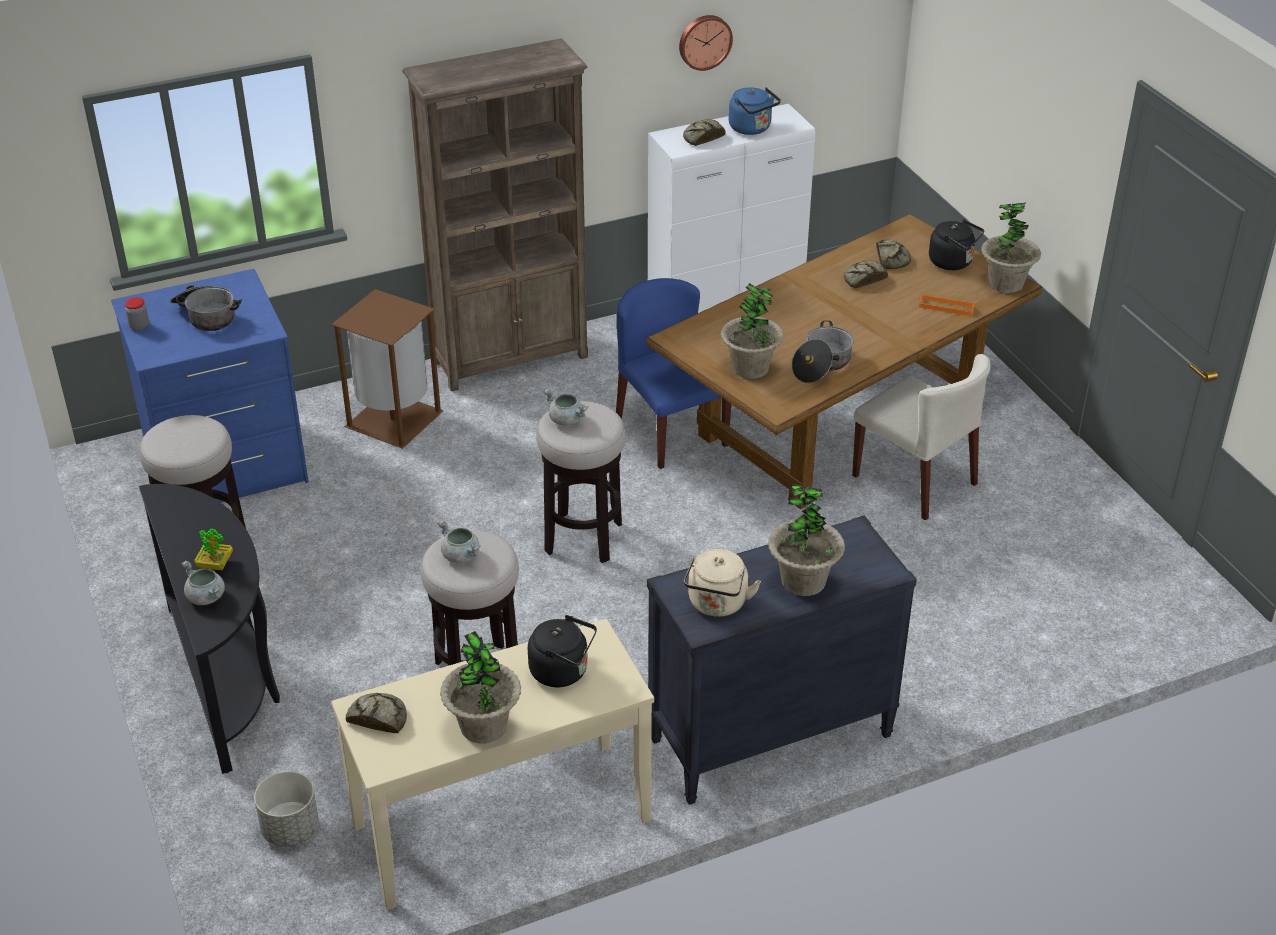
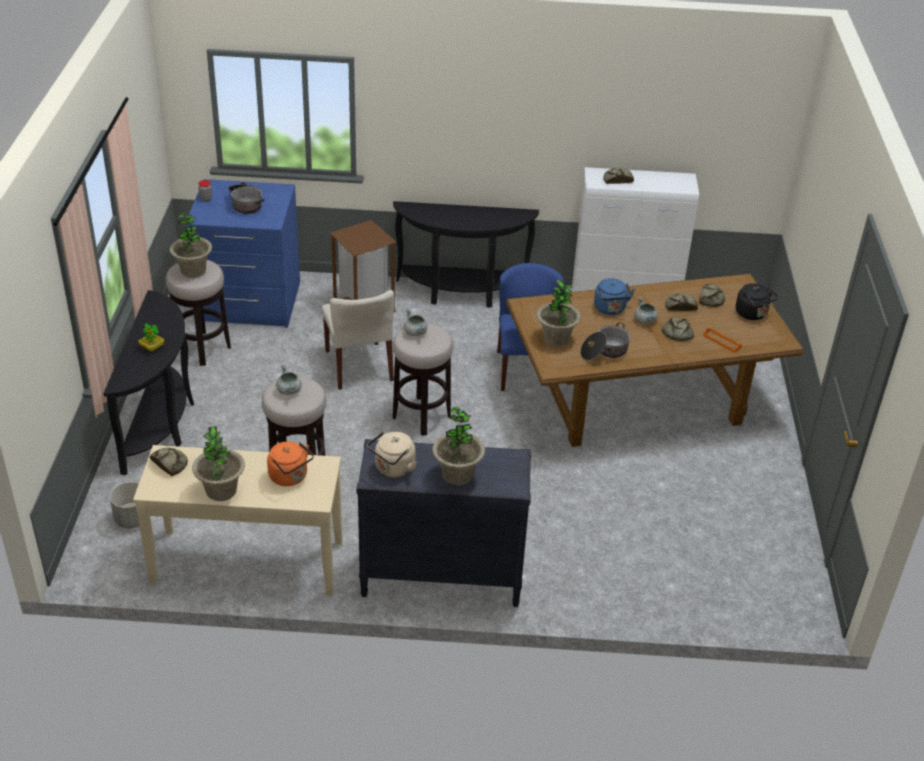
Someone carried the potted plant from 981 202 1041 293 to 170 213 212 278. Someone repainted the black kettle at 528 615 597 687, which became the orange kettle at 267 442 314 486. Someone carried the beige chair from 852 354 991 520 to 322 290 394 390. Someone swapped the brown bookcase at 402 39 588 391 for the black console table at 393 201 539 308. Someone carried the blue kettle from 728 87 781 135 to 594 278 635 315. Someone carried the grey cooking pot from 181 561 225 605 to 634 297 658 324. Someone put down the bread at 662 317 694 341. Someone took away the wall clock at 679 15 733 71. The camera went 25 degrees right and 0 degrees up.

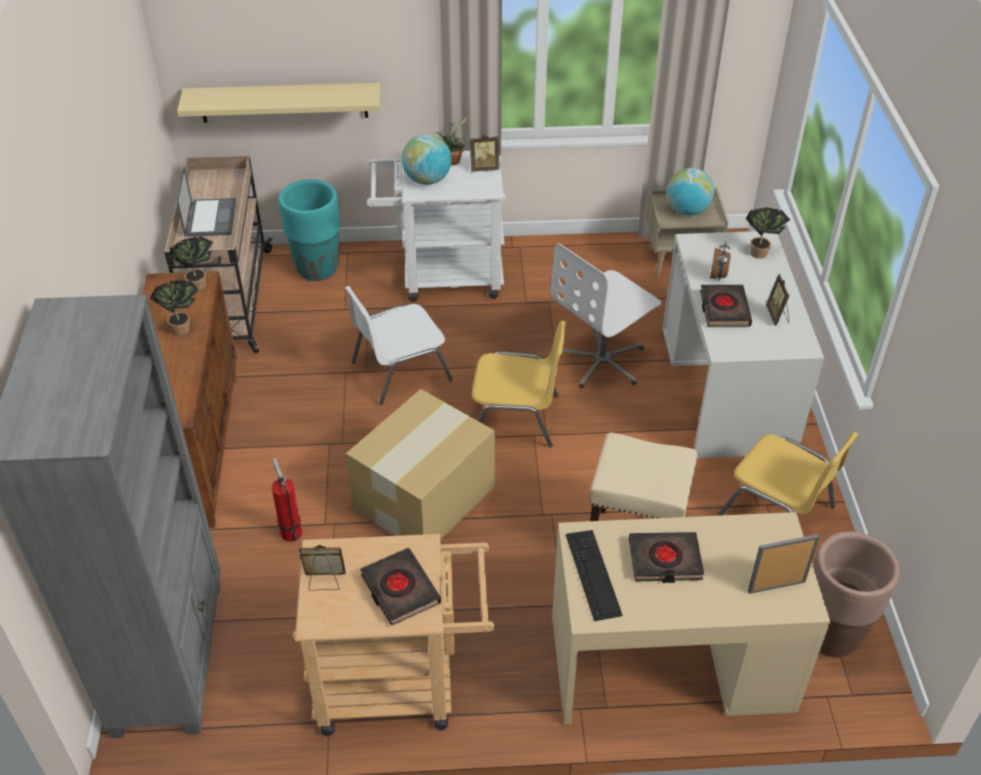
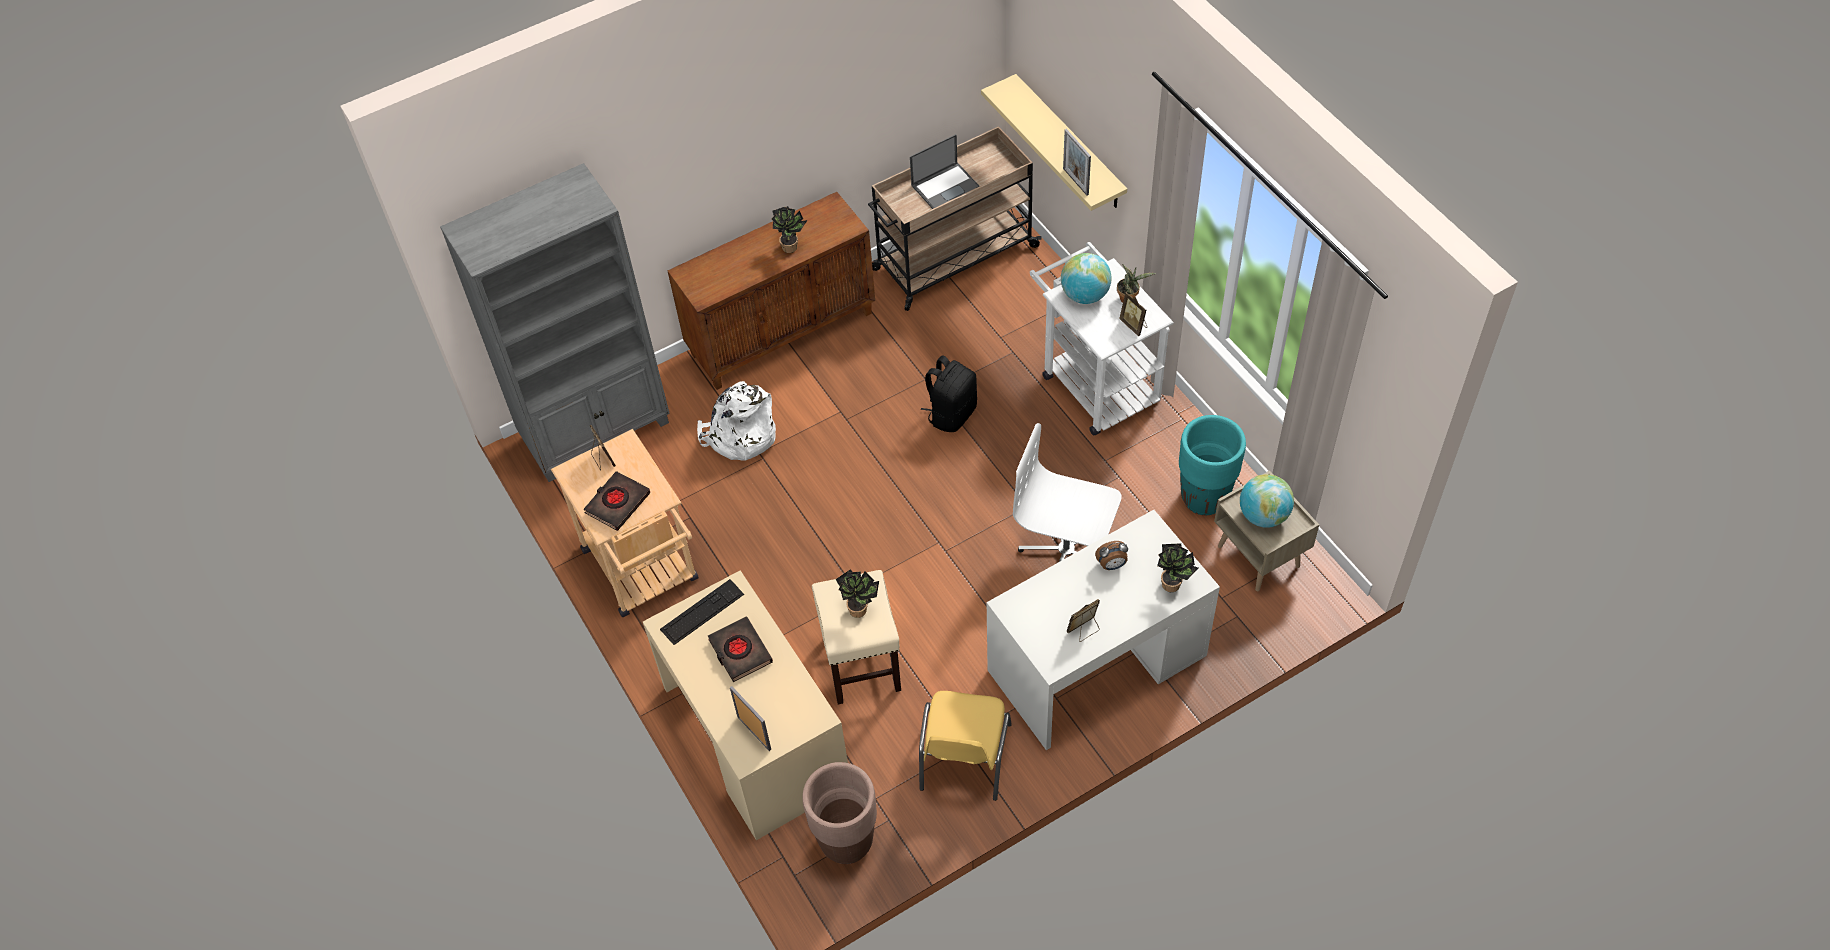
Someone swapped the fire extinguisher at 272 458 302 542 for the white backpack at 697 381 776 461. Someone carried the potted plant from 170 236 213 291 to 836 569 879 618. Someone swapped the white chair at 345 286 453 405 for the black backpack at 921 355 977 432. Someone put down the picture frame at 1063 129 1091 196. Someone carried the turquoise planter from 279 179 340 281 to 1179 415 1246 515. Someone took away the cardboard box at 346 389 495 540. Someone took away the yellow chair at 472 321 566 448. Someone took away the black book at 700 285 752 326. The camera went 65 degrees right and 10 degrees up.

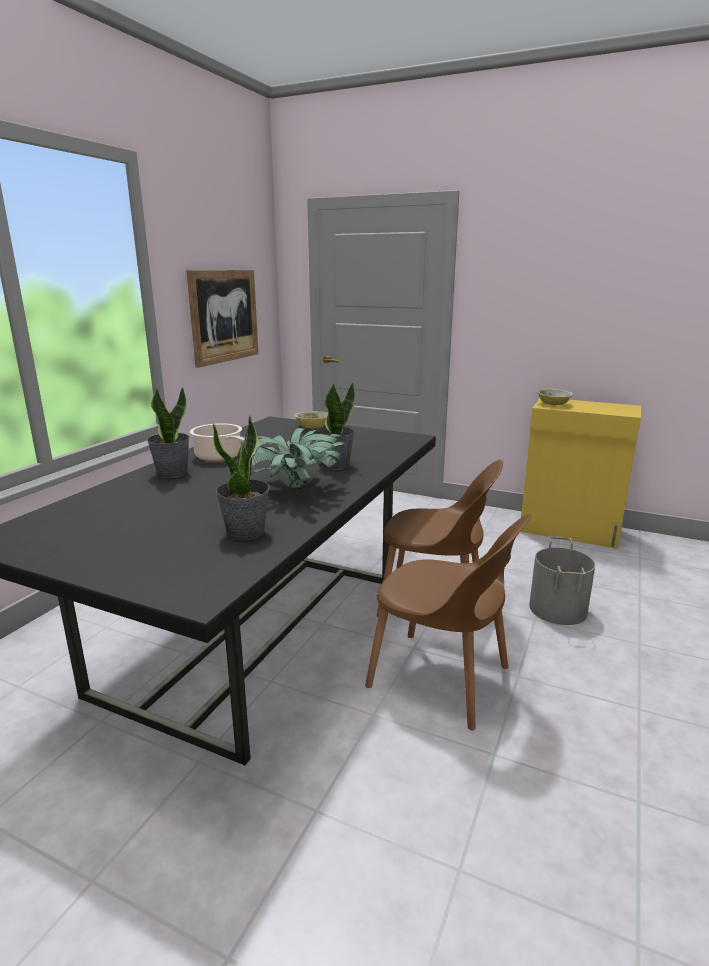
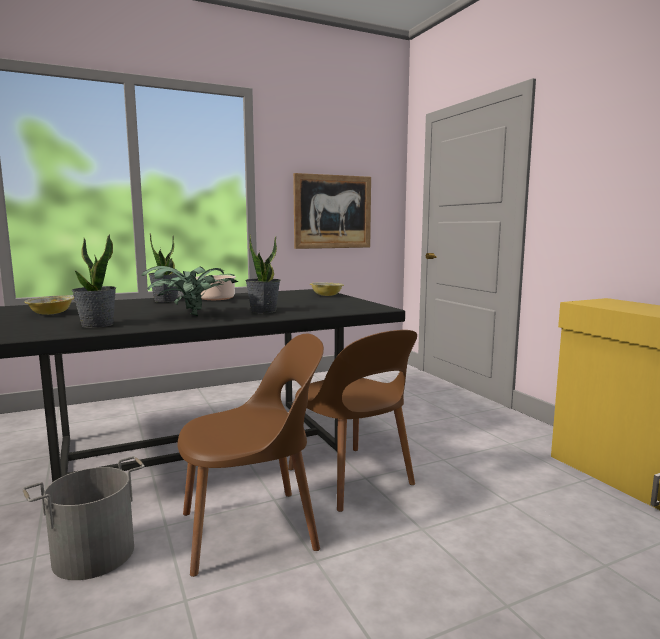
Someone carried the grey bucket from 529 536 595 625 to 22 456 145 580. Someone carried the bowl from 537 389 573 405 to 24 295 74 315. Someone rotated the brown chair at 365 514 532 730 by 90 degrees counterclockwise. The camera went 40 degrees right and 10 degrees down.

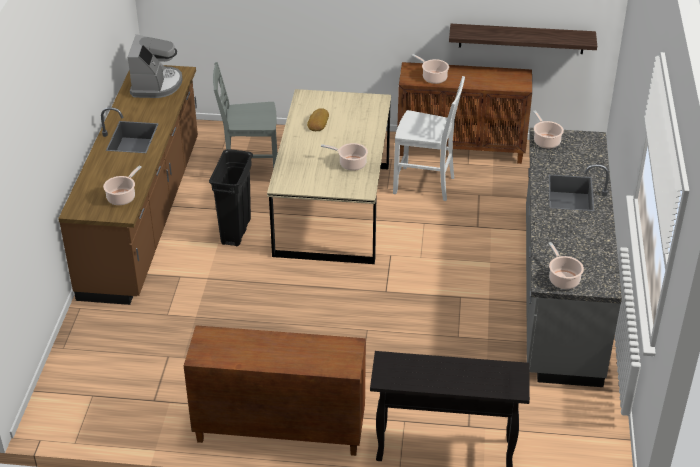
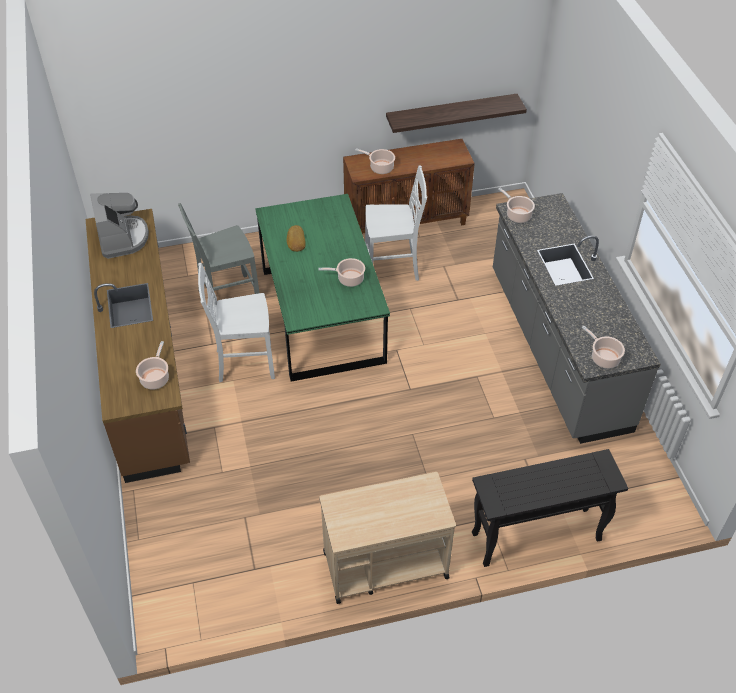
Someone swapped the black trash can at 209 149 253 246 for the white chair at 198 263 275 382. Someone repainted the beige dining table at 267 89 391 264, which became the green dining table at 255 194 390 382. Someone swapped the brown cabinet at 184 325 366 456 for the beige cart at 319 472 456 604. The camera went 20 degrees left and 10 degrees up.

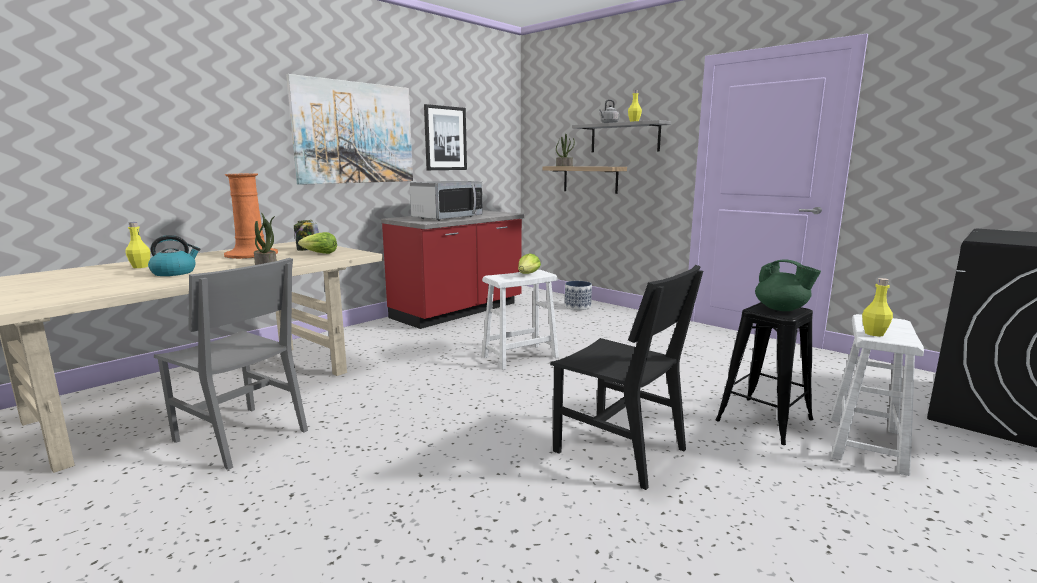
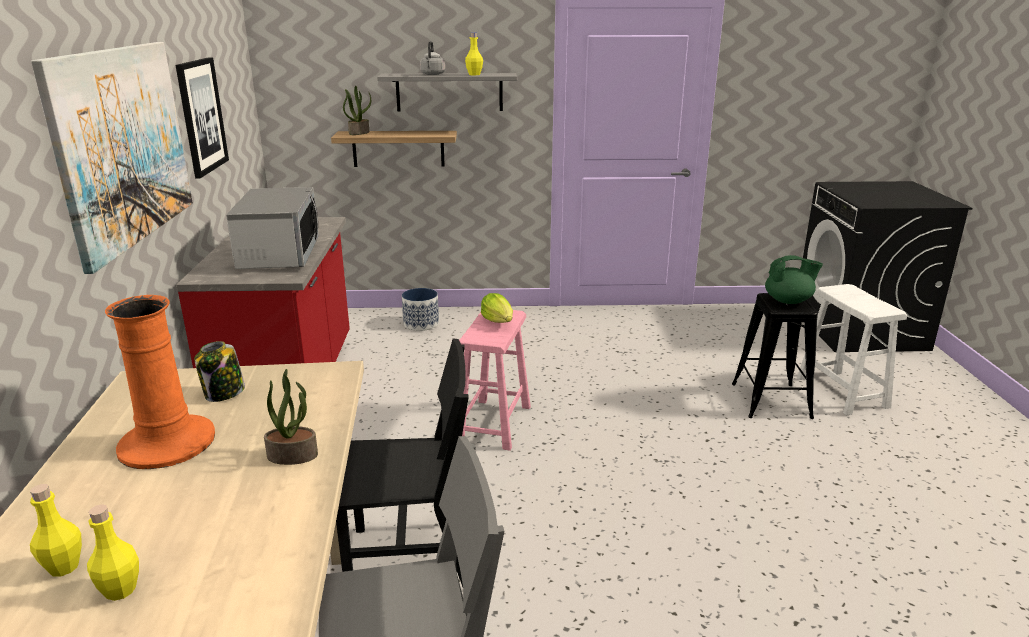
Someone carried the yellow bottle from 862 278 893 337 to 87 504 139 601. Someone carried the black chair from 550 265 703 490 to 336 339 469 587. Someone repainted the white stool at 482 270 559 370, which became the pink stool at 459 310 531 451. Someone took away the kettle at 148 235 200 276. Someone took away the lettuce at 298 232 337 254. The camera went 45 degrees left and 10 degrees up.

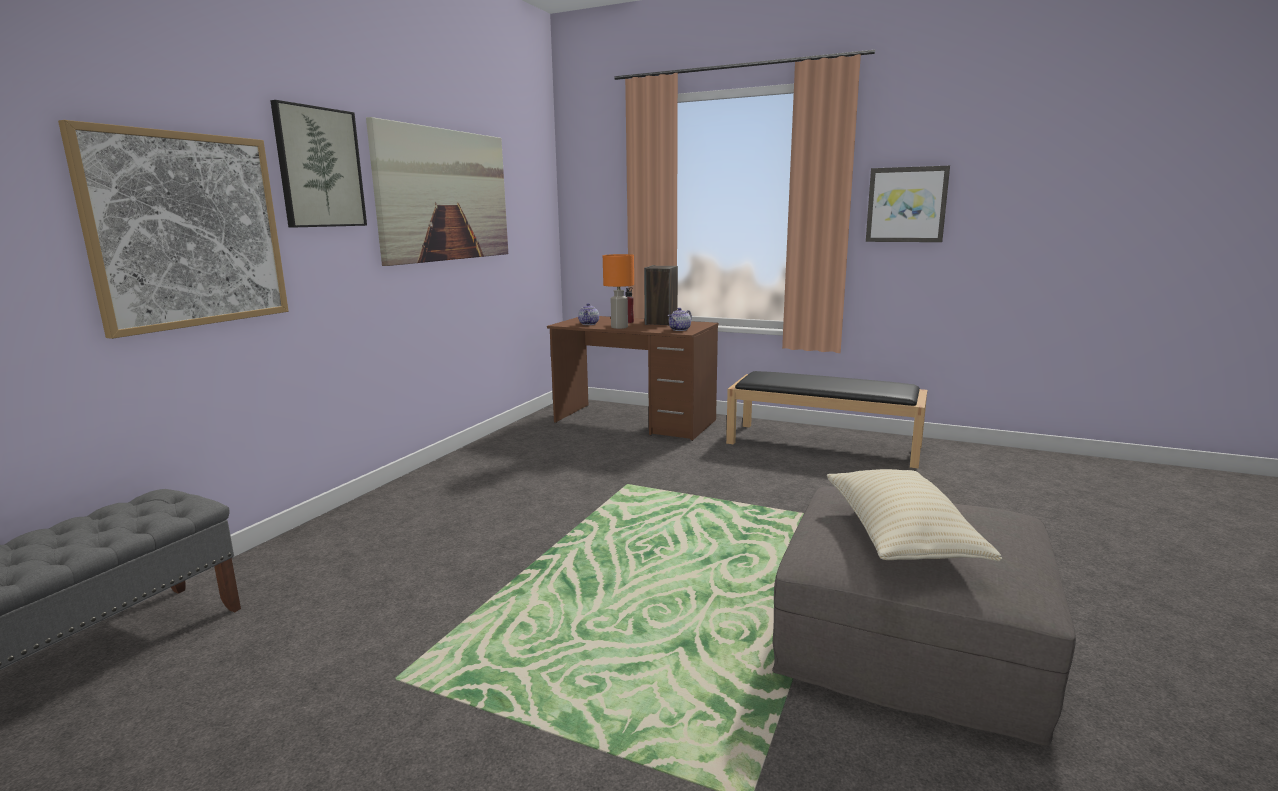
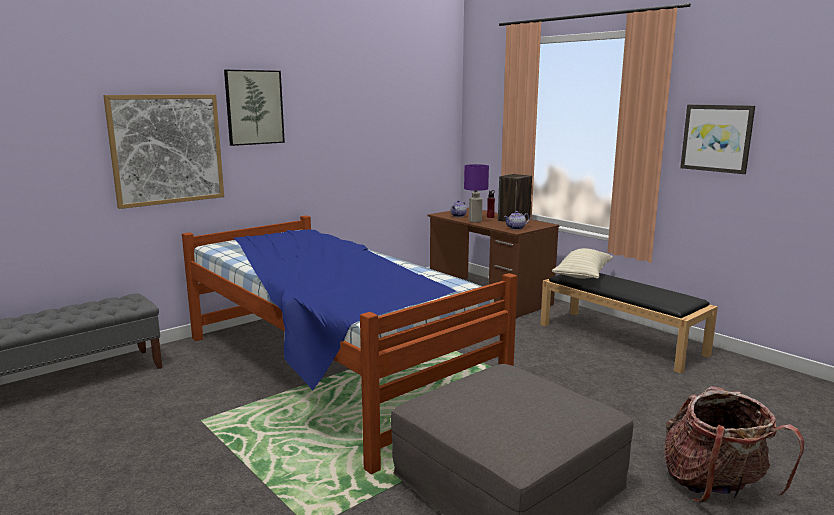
Someone put down the bed at 182 215 518 474. Someone repainted the orange table lamp at 603 254 634 329, which became the purple table lamp at 464 164 489 223. Someone carried the beige pillow from 827 469 1002 562 to 552 248 613 279. Someone put down the backpack at 664 386 804 503. Someone took away the picture at 366 117 508 266. The camera went 25 degrees right and 0 degrees up.

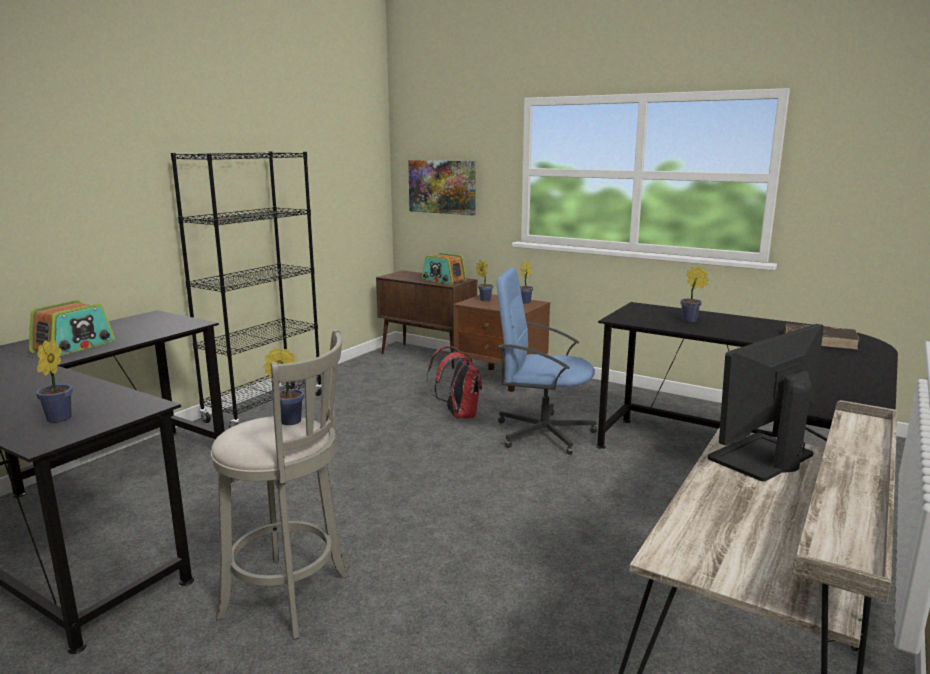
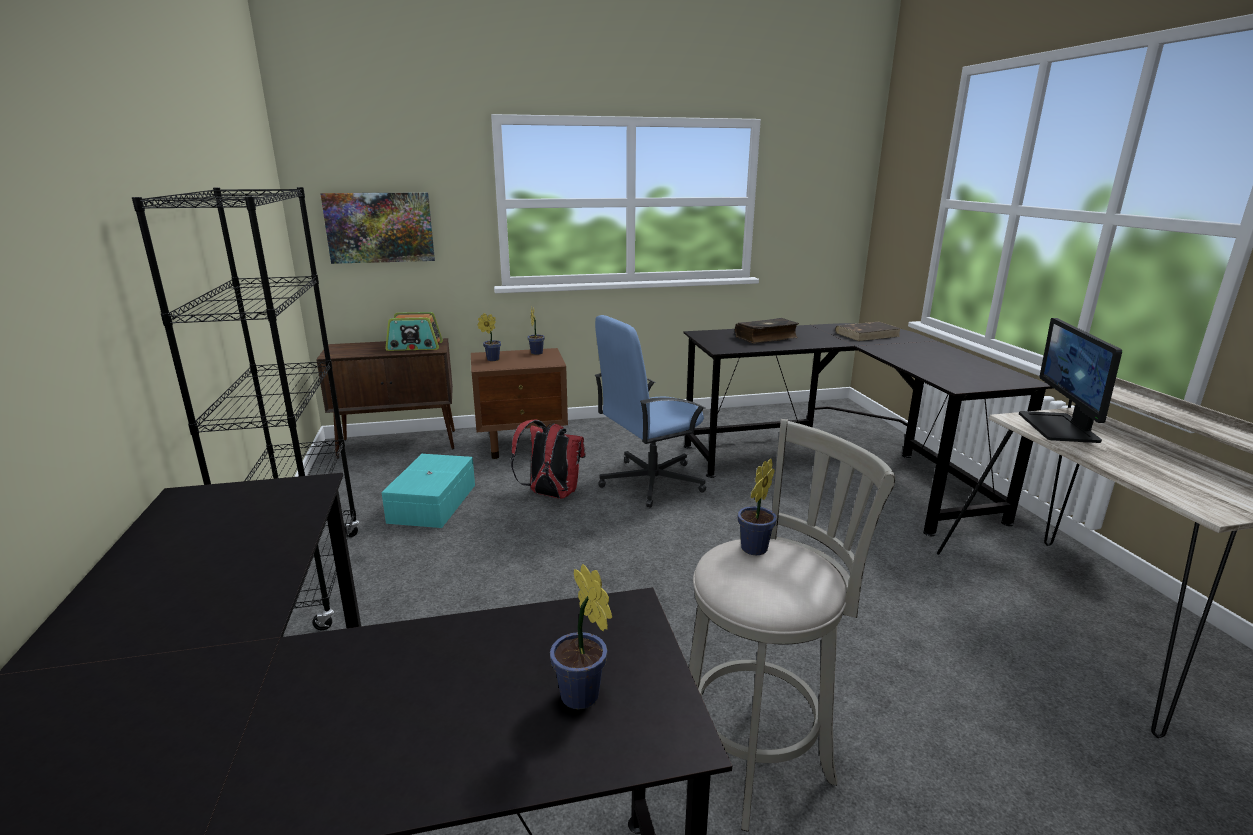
Someone put down the turquoise storage box at 381 454 475 528. Someone swapped the potted plant at 680 266 708 322 for the book at 735 318 799 344. Someone took away the radio at 29 300 115 356. The camera went 45 degrees left and 5 degrees up.

